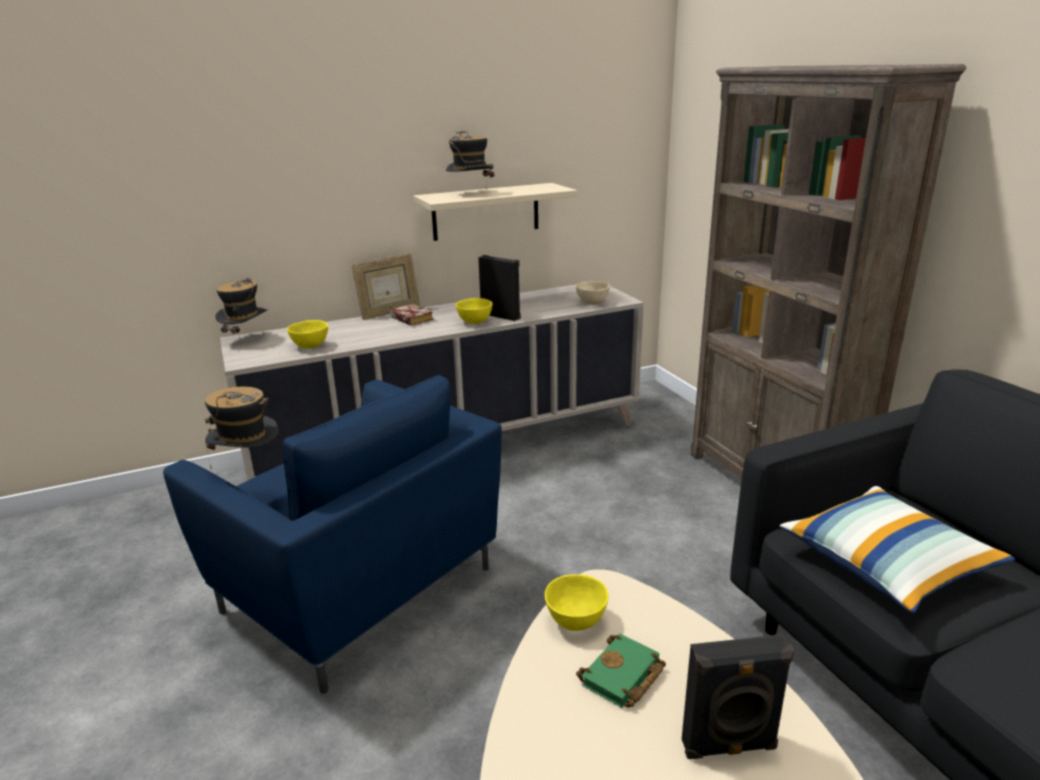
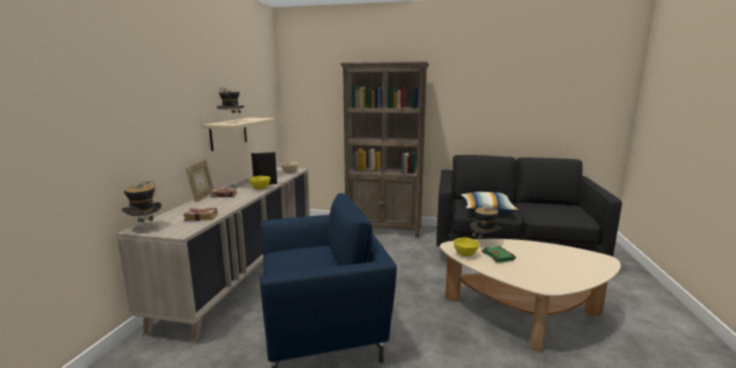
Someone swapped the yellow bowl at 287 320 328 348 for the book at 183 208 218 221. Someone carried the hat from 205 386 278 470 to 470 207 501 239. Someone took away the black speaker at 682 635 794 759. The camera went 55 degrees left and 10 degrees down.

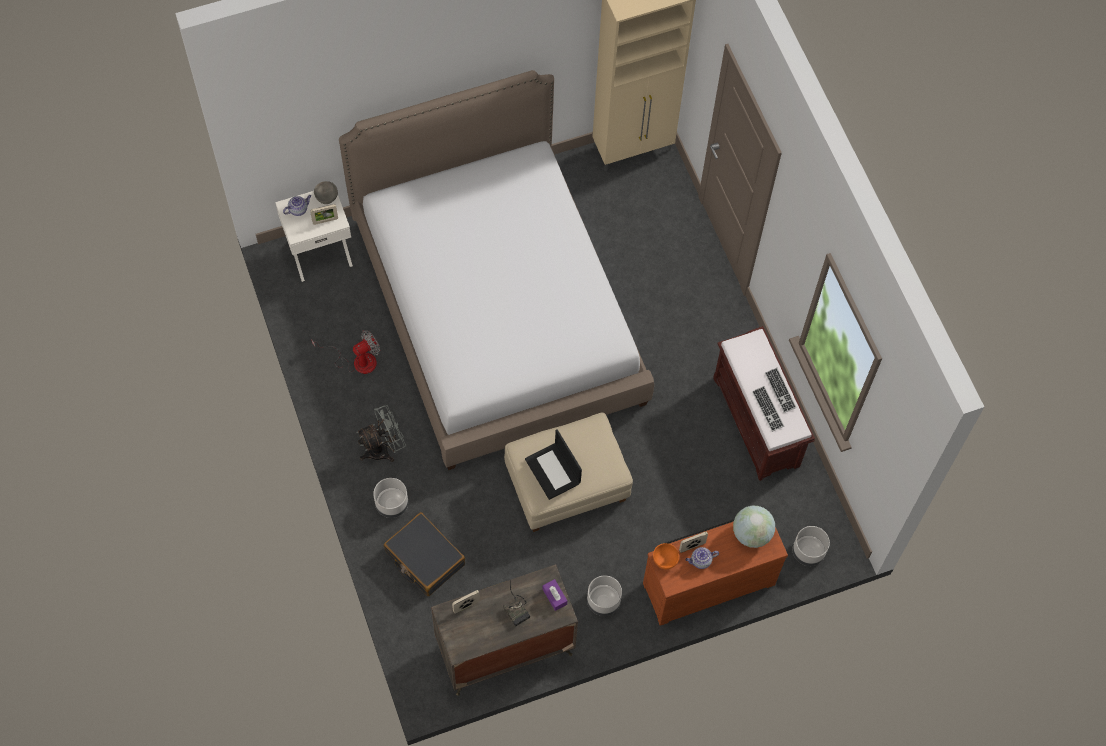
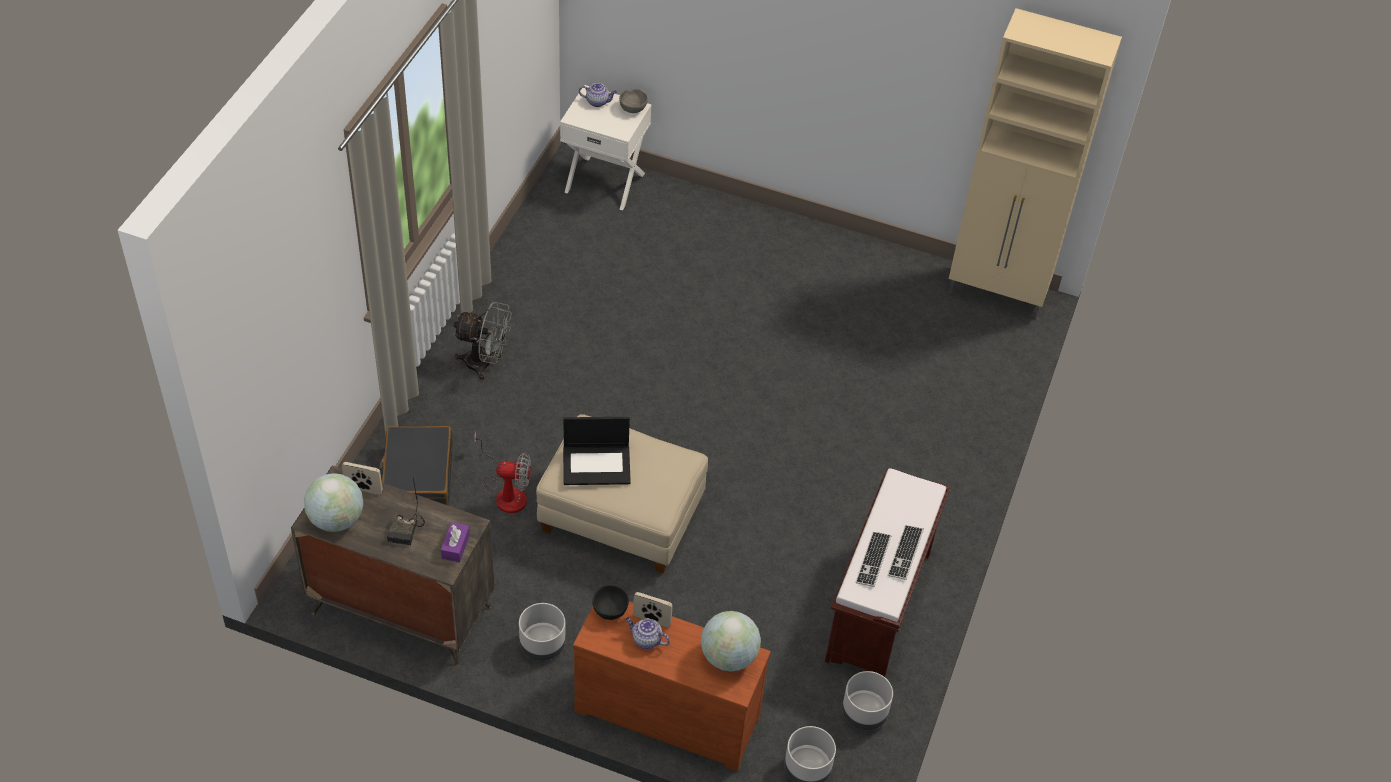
Someone put down the globe at 304 473 363 532. Someone carried the fan from 311 330 380 374 to 474 431 531 513. Someone rotated the laptop at 525 429 582 500 by 105 degrees counterclockwise. Someone repainted the orange bowl at 653 543 679 569, which became the black bowl at 593 585 629 620. Someone carried the grey planter from 373 478 408 518 to 842 671 893 730. Someone took away the picture frame at 310 204 338 225. Someone took away the bed at 339 70 654 470. The camera went 40 degrees right and 15 degrees down.

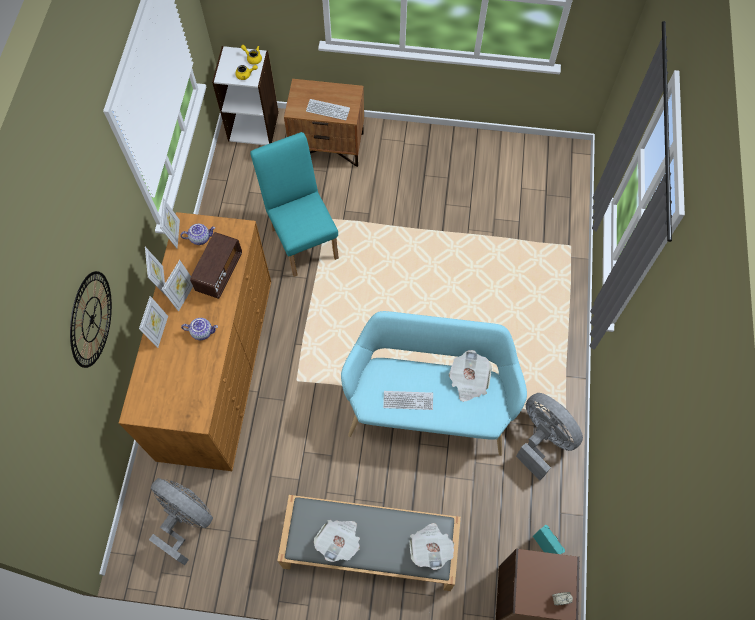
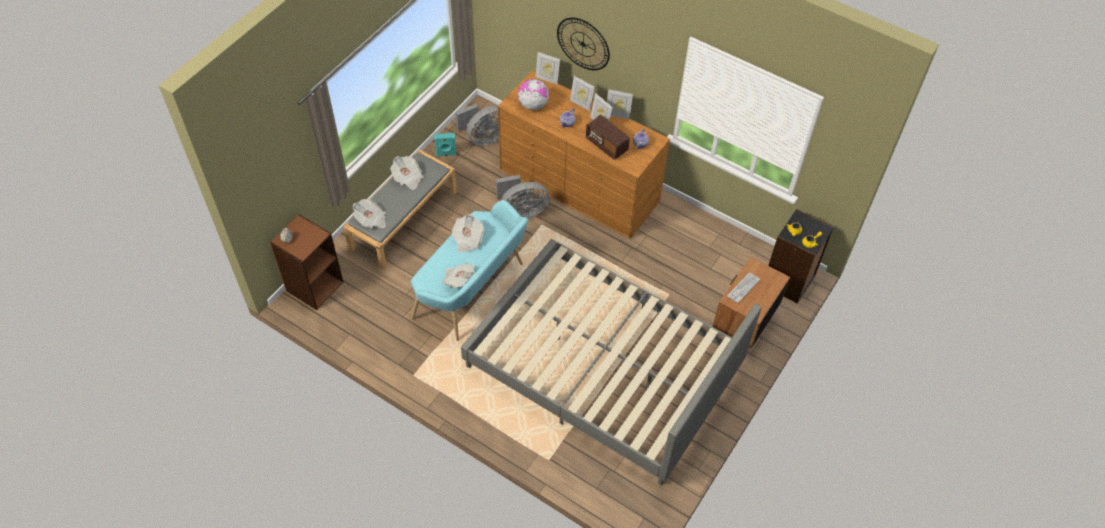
Someone carried the turquoise speaker from 533 525 565 554 to 434 133 457 157. Someone swapped the keyboard at 383 391 433 410 for the newspaper at 452 214 484 253. Someone put down the grey bed at 461 239 761 485. Someone carried the grey fan from 516 393 583 480 to 496 175 549 218. Someone put down the globe at 518 79 549 110. Someone carried the picture frame from 160 198 180 248 to 536 52 560 84. Someone repainted the white bookcase at 212 46 279 145, which became the black bookcase at 768 209 834 304. Someone took away the turquoise chair at 250 132 339 276. The camera went 115 degrees right and 10 degrees down.

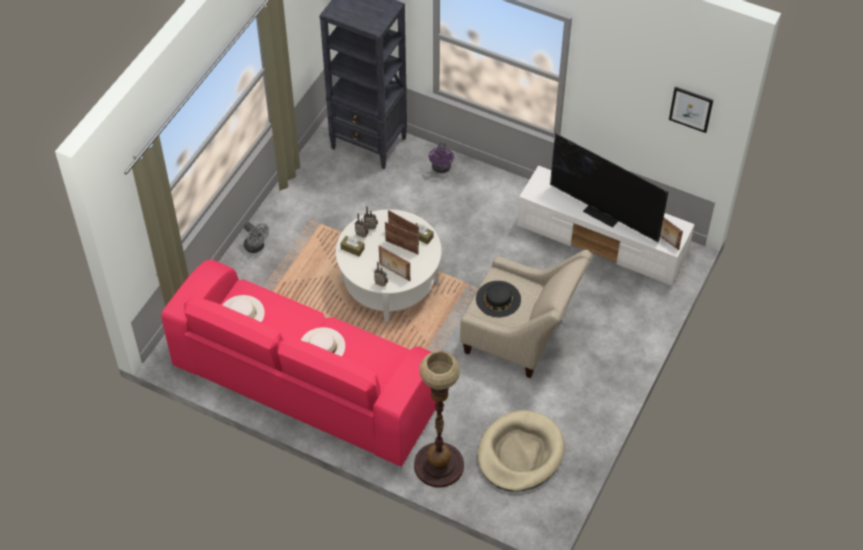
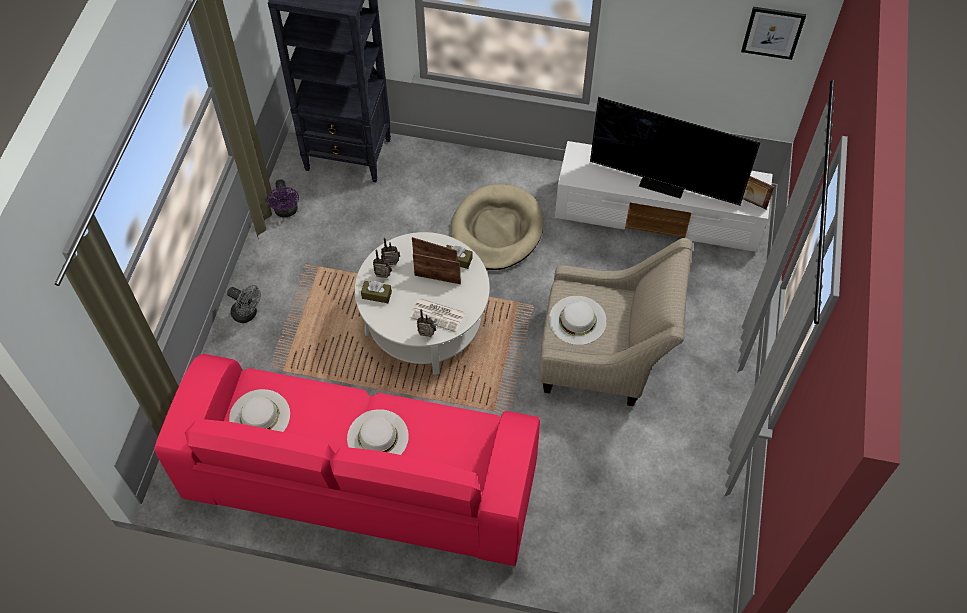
Someone carried the purple fan from 429 142 454 173 to 267 179 299 217. Someone swapped the picture frame at 379 245 410 281 for the newspaper at 410 298 465 332. Someone carried the beige dog bed from 477 410 565 492 to 451 184 544 270. Someone repainted the black hat at 476 281 521 317, which became the white hat at 549 296 607 345. Someone took away the floor lamp at 414 351 464 487. The camera went 15 degrees left and 5 degrees up.

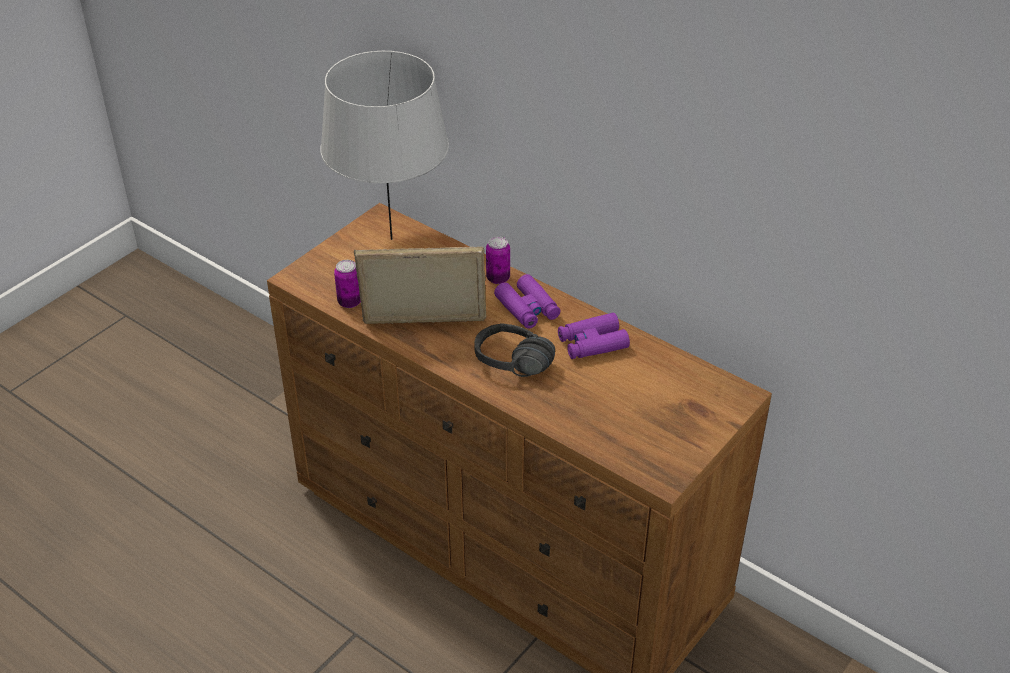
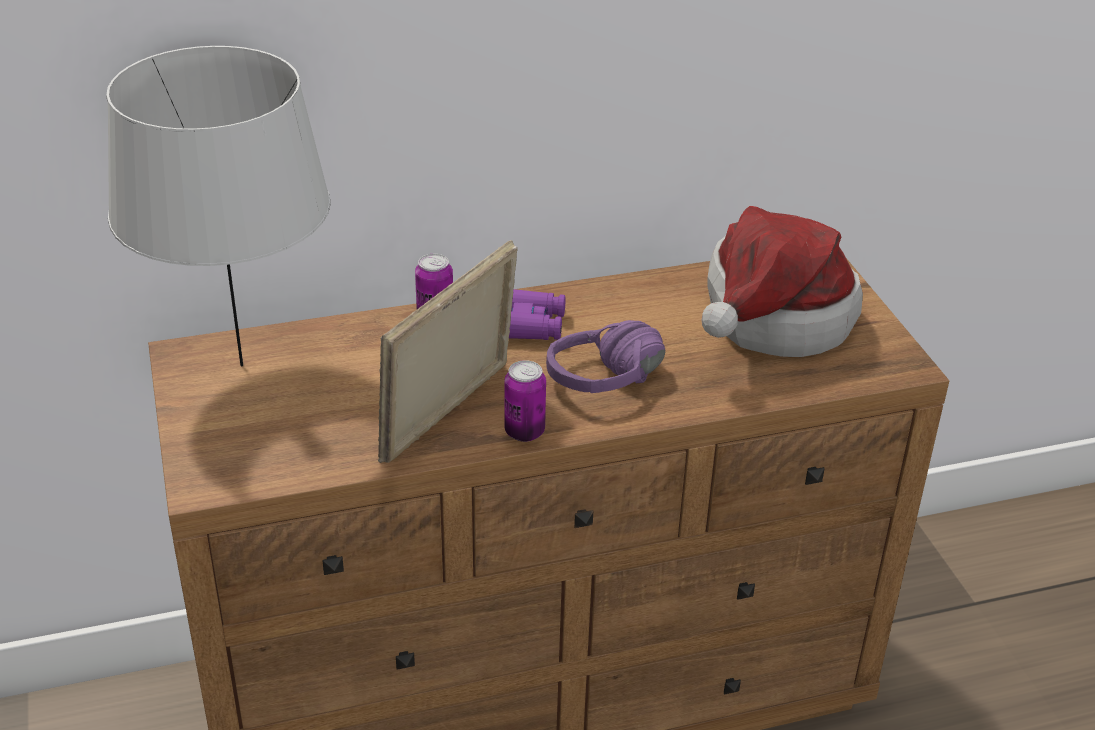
Someone carried the can from 334 260 361 308 to 504 360 546 442. Someone repainted the black headphones at 475 323 555 377, which became the purple headphones at 546 320 665 393. Someone put down the hat at 702 206 863 357. Someone took away the purple binoculars at 558 313 630 359. The camera went 55 degrees left and 5 degrees down.

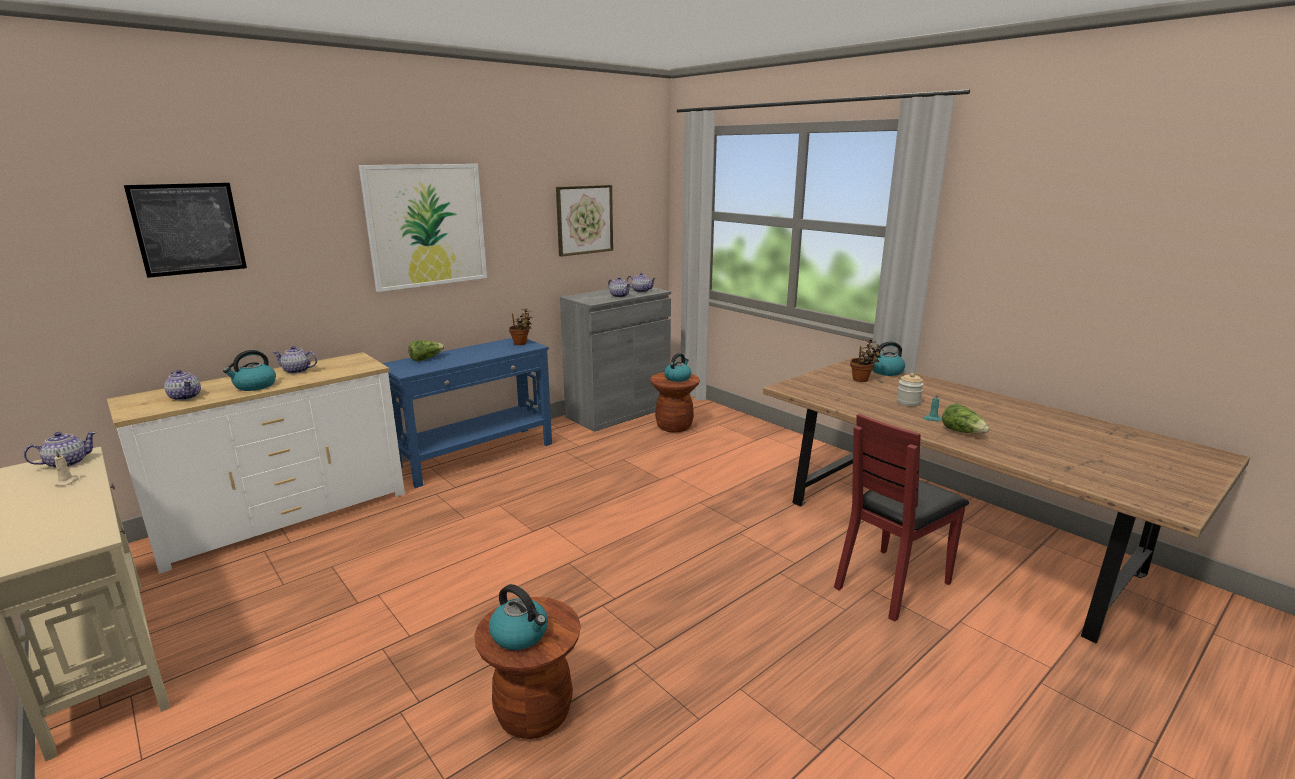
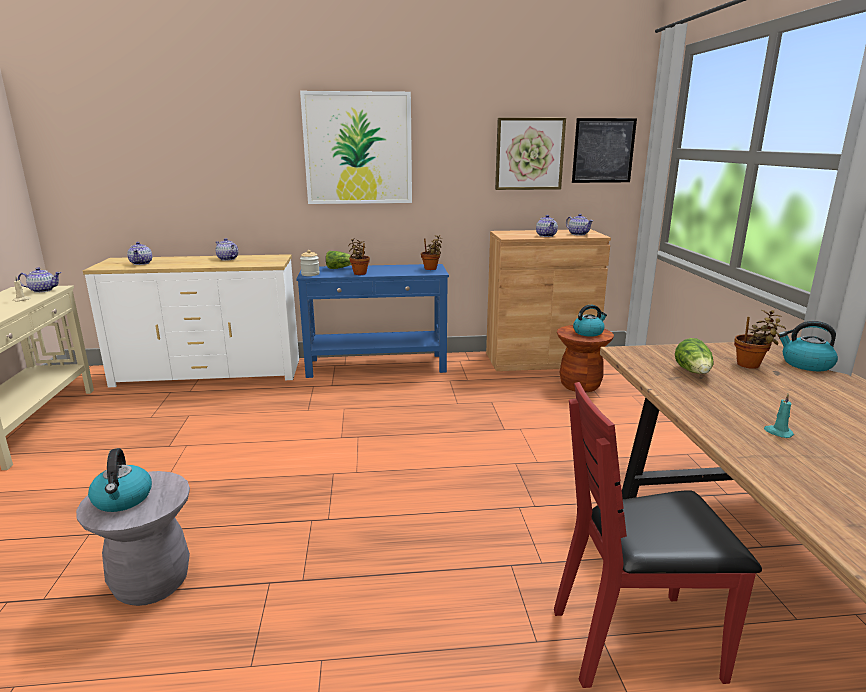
Someone repainted the brown stool at 474 597 581 739, which became the grey stool at 76 471 190 606. Someone carried the jar from 897 373 924 406 to 300 250 320 276. Someone put down the potted plant at 348 238 370 275. Someone repainted the grey cabinet at 560 287 671 432, which became the brown cabinet at 486 229 611 371. Someone carried the picture from 124 183 247 278 to 572 118 637 183. Someone carried the lettuce from 942 403 990 433 to 675 338 714 374. Someone took away the kettle at 223 350 276 391. The camera went 35 degrees right and 0 degrees up.

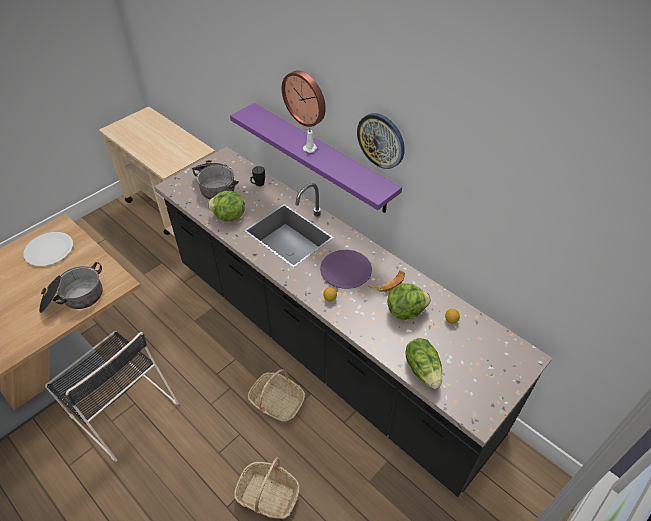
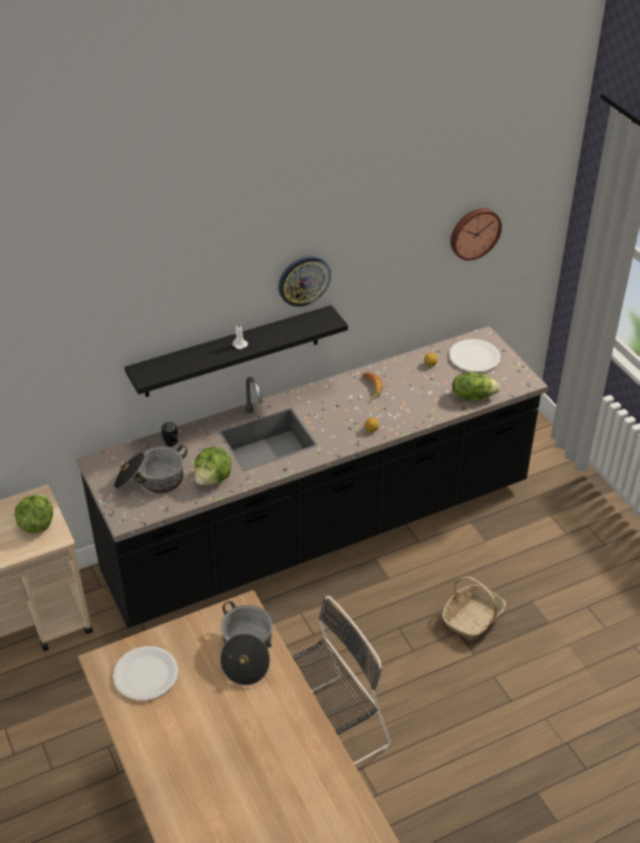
Someone carried the lettuce from 388 283 431 320 to 15 494 53 534. Someone repainted the purple shelf at 230 103 402 213, which became the black shelf at 125 305 348 397. Someone put down the white plate at 449 339 500 372. Someone carried the wall clock from 282 70 326 127 to 450 208 502 261. Someone took away the basket at 248 369 305 423. Someone took away the purple plate at 320 250 372 289. The camera went 70 degrees left and 5 degrees down.

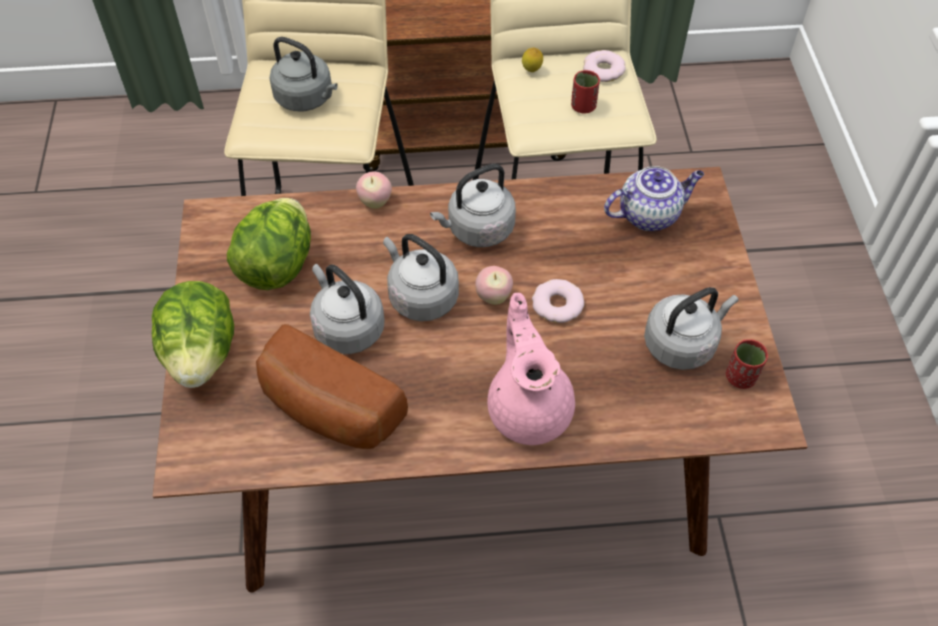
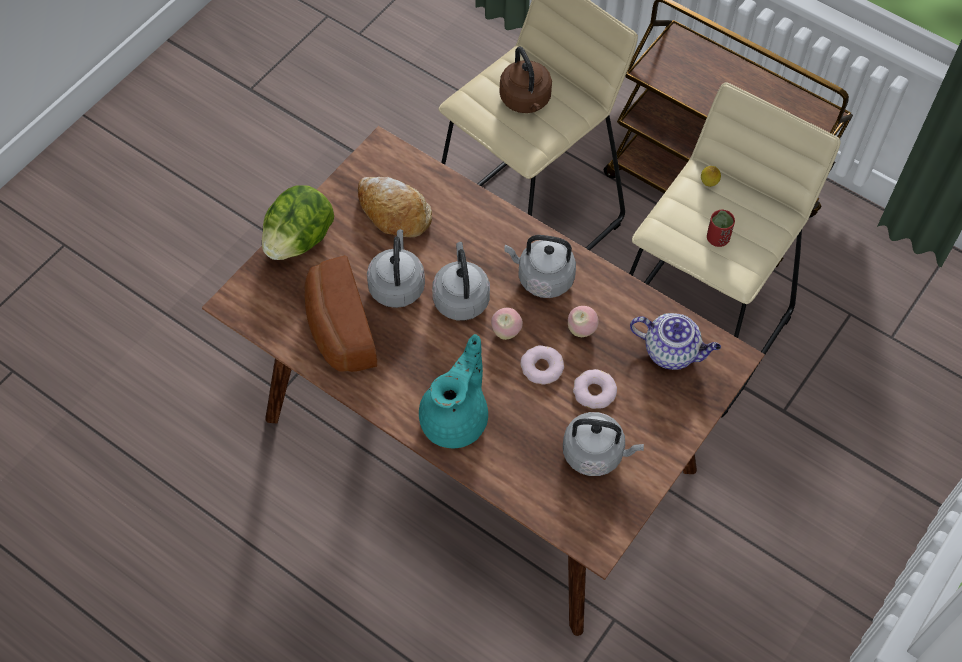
Someone swapped the lettuce at 227 198 311 290 for the bread at 358 177 432 237. Someone repainted the pink teapot at 487 293 575 445, which became the turquoise teapot at 419 334 488 448. Someone repainted the grey kettle at 269 37 338 111, which became the brown kettle at 500 46 552 113. Someone carried the apple from 356 171 392 209 to 568 306 598 337. Someone carried the donut from 583 50 626 82 to 573 369 617 409. Someone took away the red cup at 726 339 768 389. The camera went 40 degrees right and 5 degrees up.

